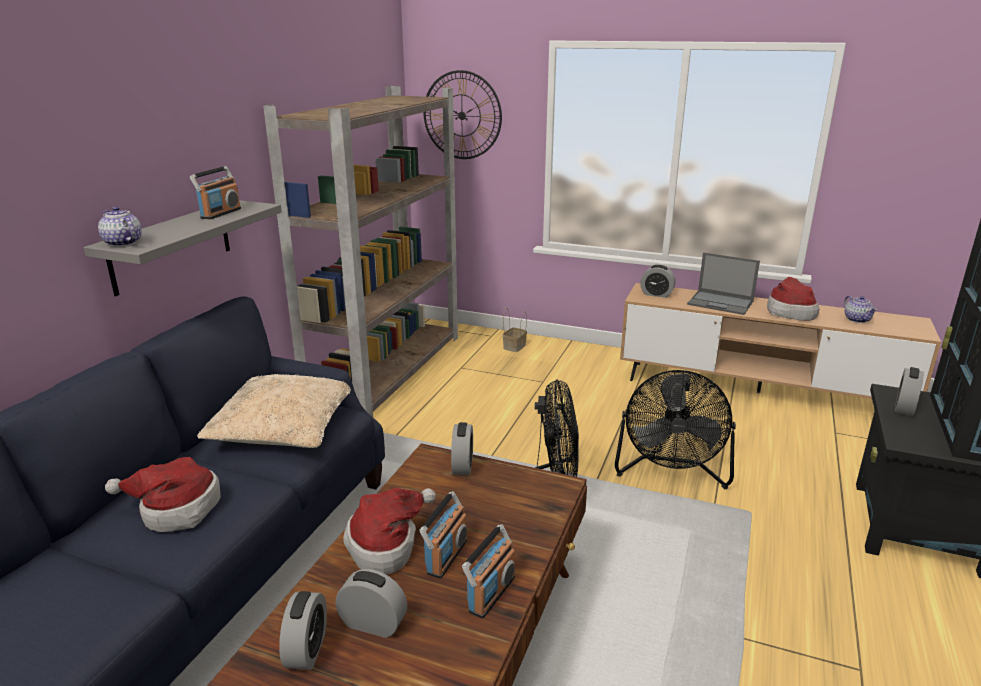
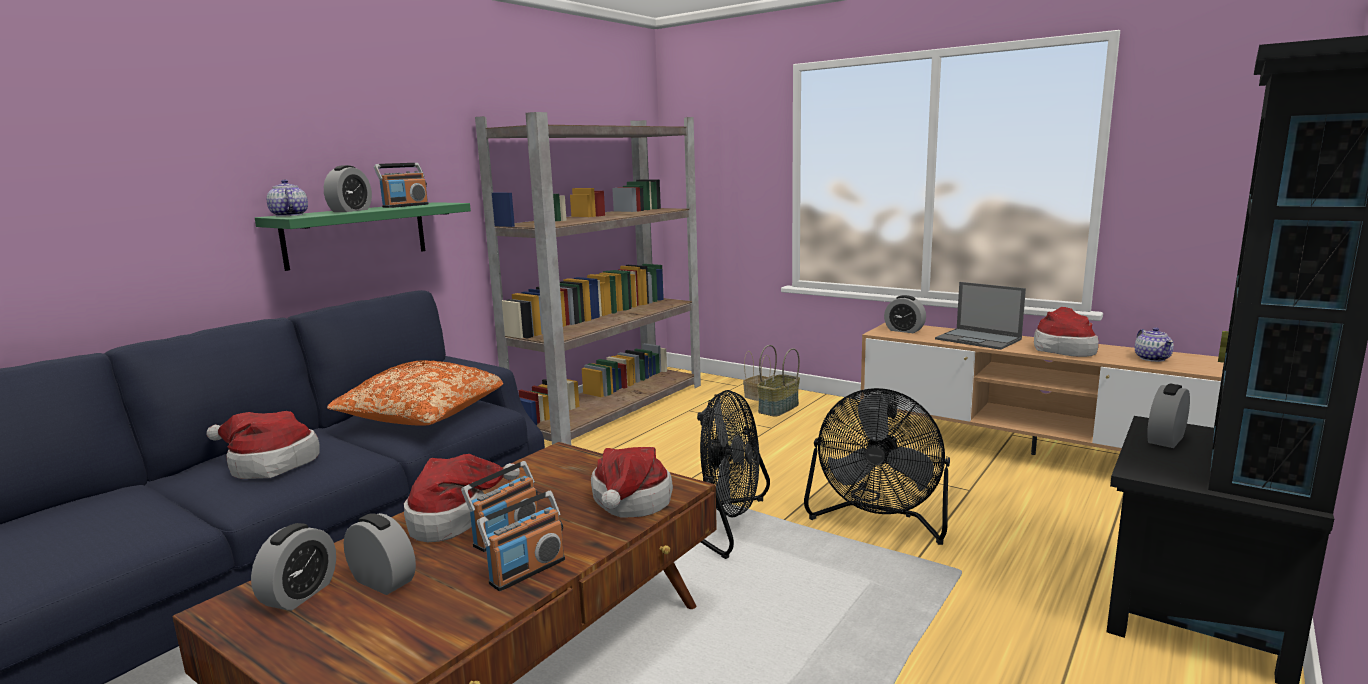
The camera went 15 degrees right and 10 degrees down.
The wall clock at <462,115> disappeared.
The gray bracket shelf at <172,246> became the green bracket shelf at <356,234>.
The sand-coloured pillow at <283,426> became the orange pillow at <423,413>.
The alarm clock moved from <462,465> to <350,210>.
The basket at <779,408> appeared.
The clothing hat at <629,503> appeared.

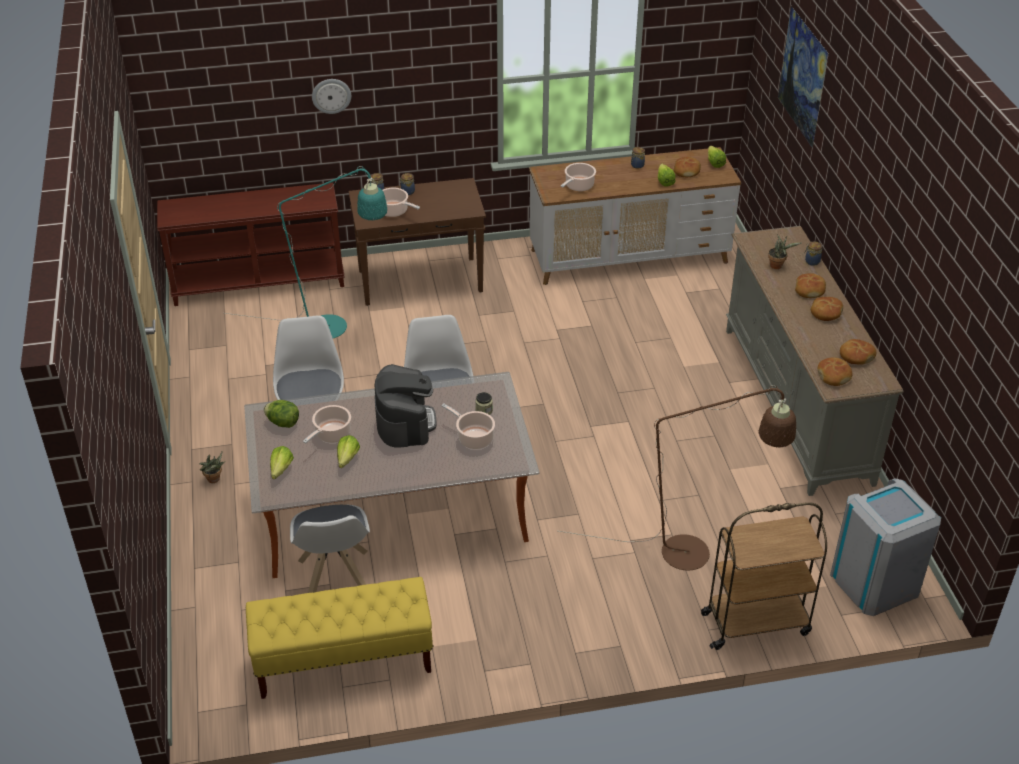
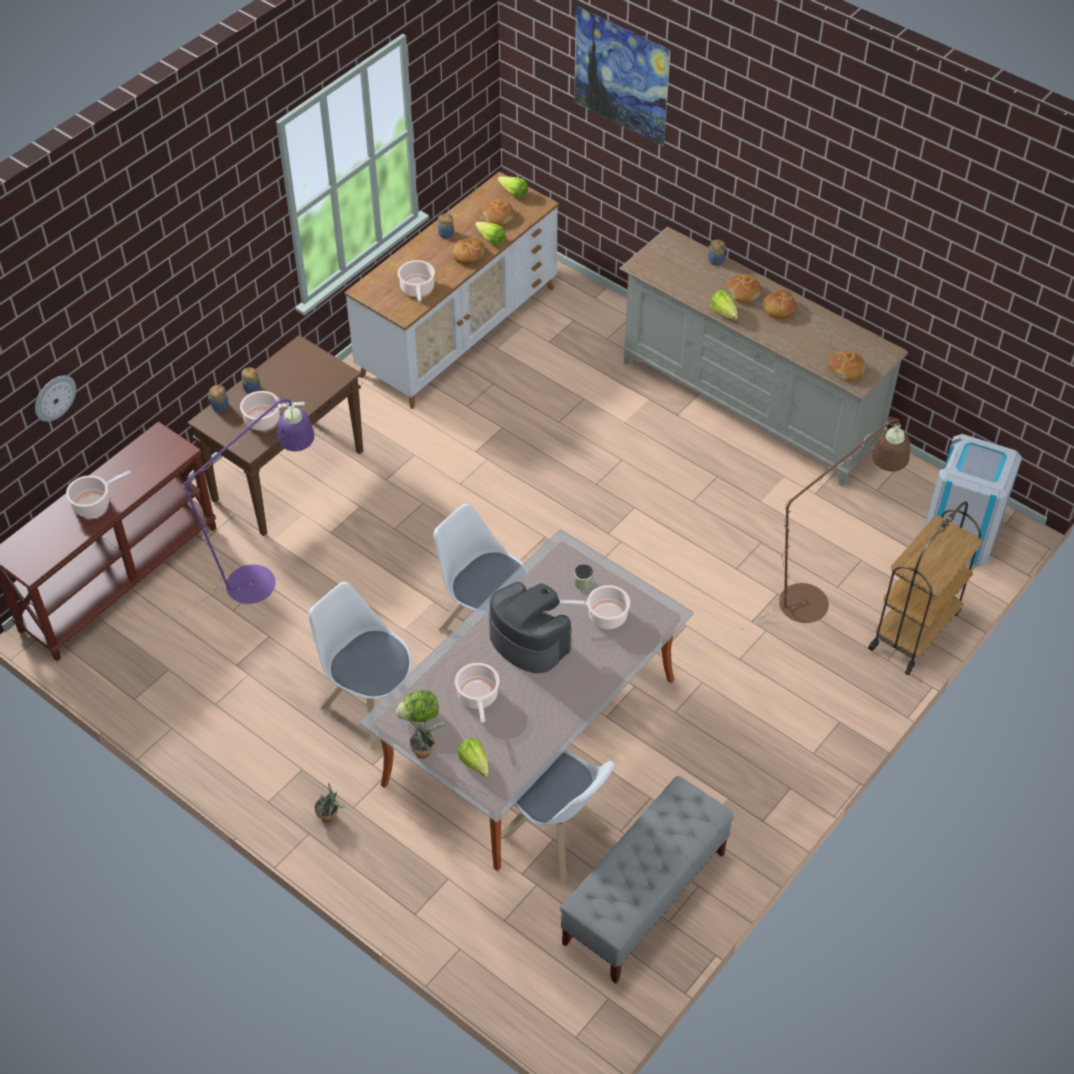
The camera went 40 degrees left and 10 degrees up.
The wall clock moved from <331,95> to <54,397>.
The turquoise standard lamp at <337,328> became the purplish standard lamp at <263,578>.
The plant in a pot moved from <777,265> to <424,751>.
The bread moved from <856,356> to <468,255>.
The head of lettuce moved from <346,461> to <725,315>.
The yellow-coloured long seat at <343,661> became the gray long seat at <644,899>.
The cooking pot at <94,504> appeared.

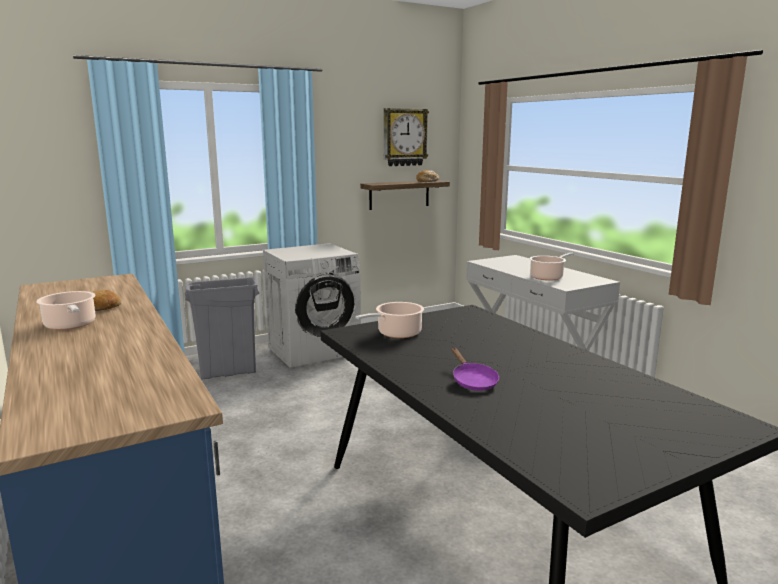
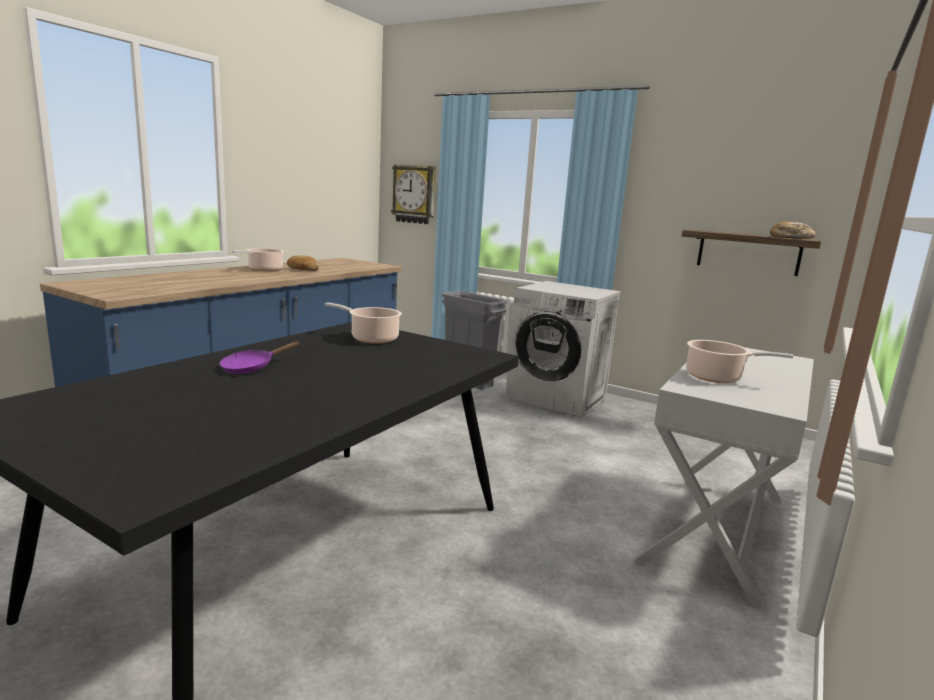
The camera went 60 degrees right and 0 degrees up.
The wall clock moved from <404,137> to <414,194>.

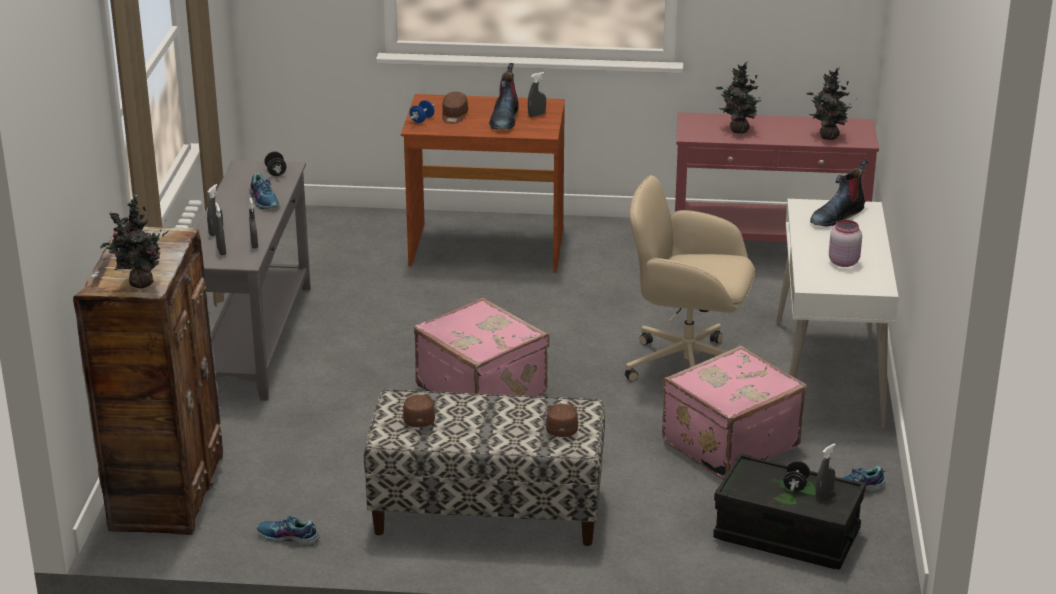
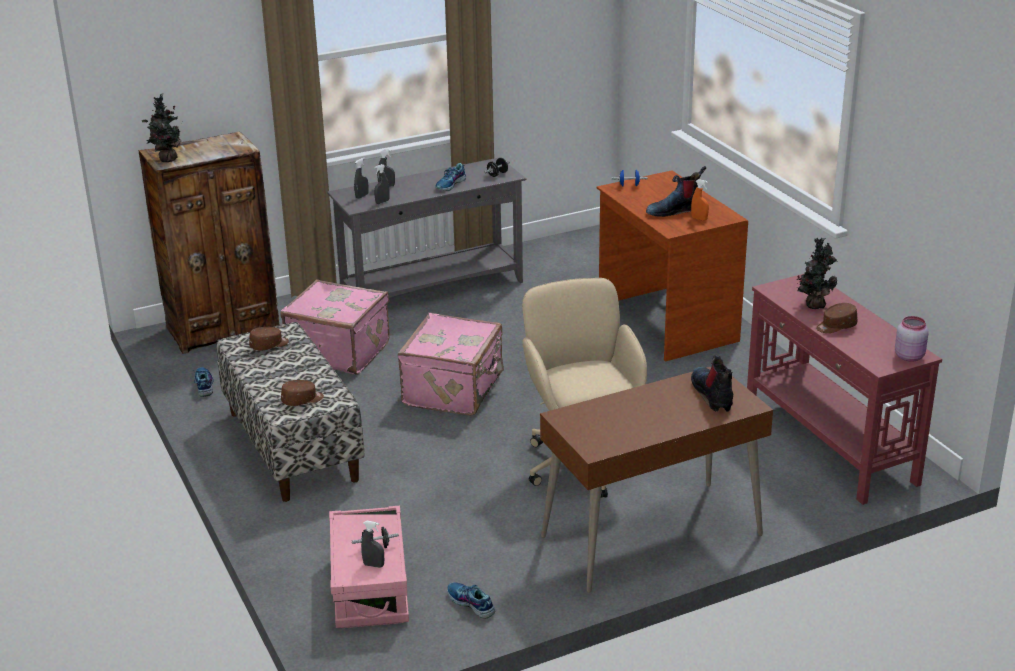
The camera went 60 degrees right and 0 degrees up.
The plant in a pot at <827,136> disappeared.
The gray spray bottle at <537,115> became the orange spray bottle at <699,219>.
The brown peaked cap moved from <454,116> to <836,326>.
The boot at <837,215> turned 60 degrees clockwise.
The whitish desk at <829,373> became the brown desk at <652,537>.
The pink storage jar moved from <843,262> to <909,356>.
The pink travel case moved from <728,443> to <339,351>.
The black-coloured storage bin at <786,535> became the pink storage bin at <370,588>.

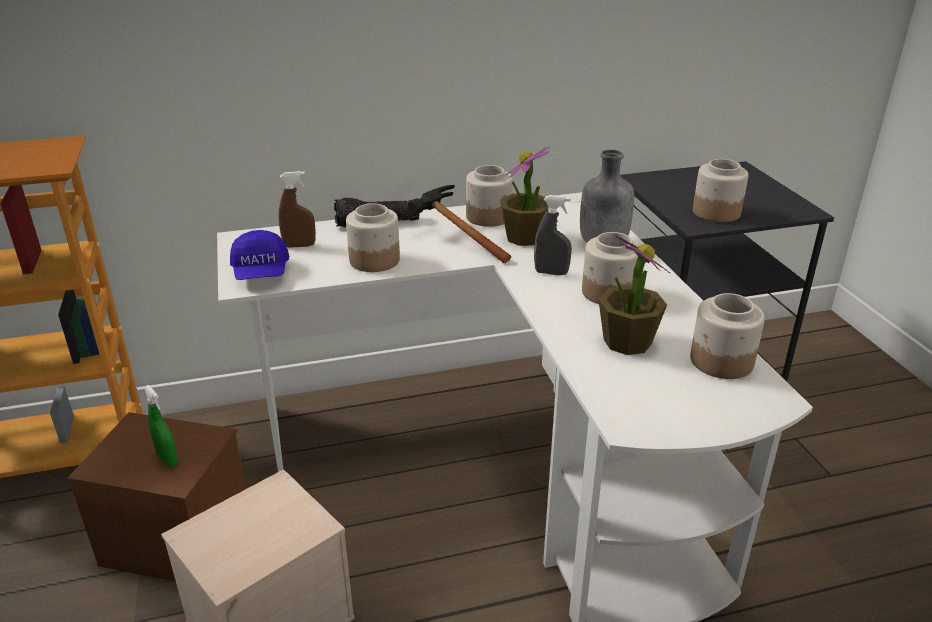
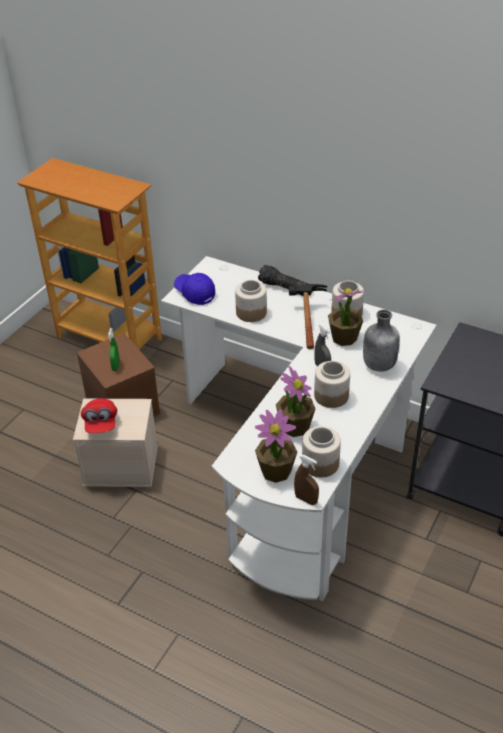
The camera went 45 degrees right and 10 degrees up.
The storage jar at <715,212> disappeared.
The brown spray bottle moved from <299,245> to <306,499>.
The blue peaked cap at <261,273> turned 105 degrees clockwise.
The red peaked cap at <101,423> appeared.
The plant in a pot at <276,471> appeared.

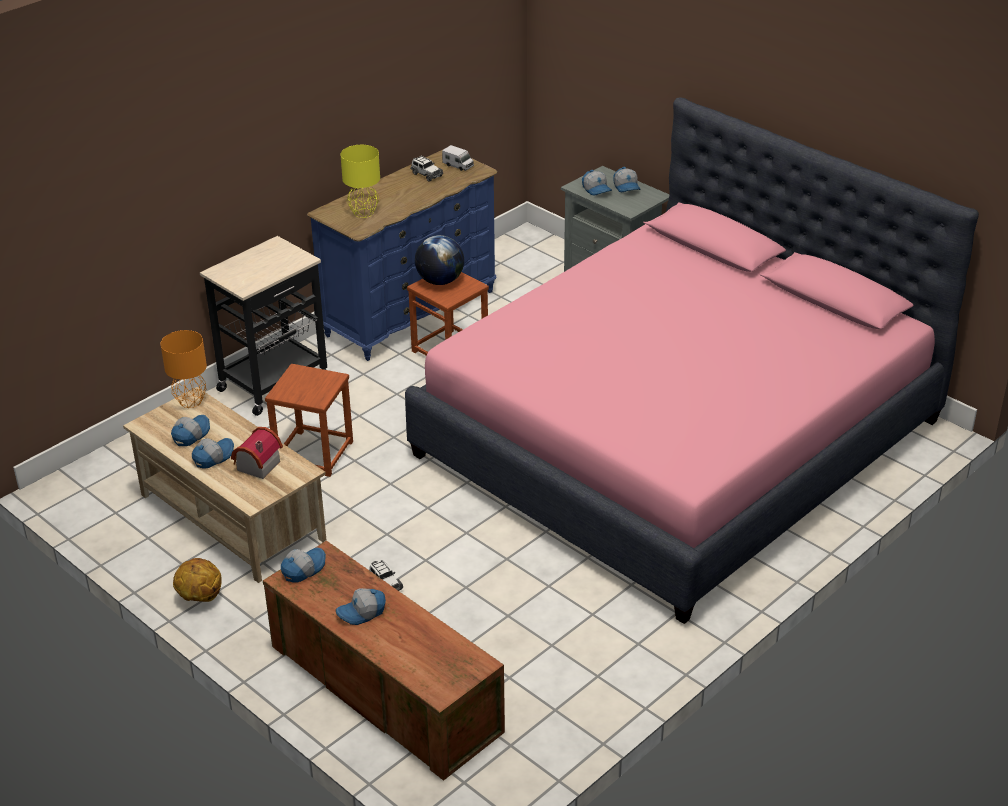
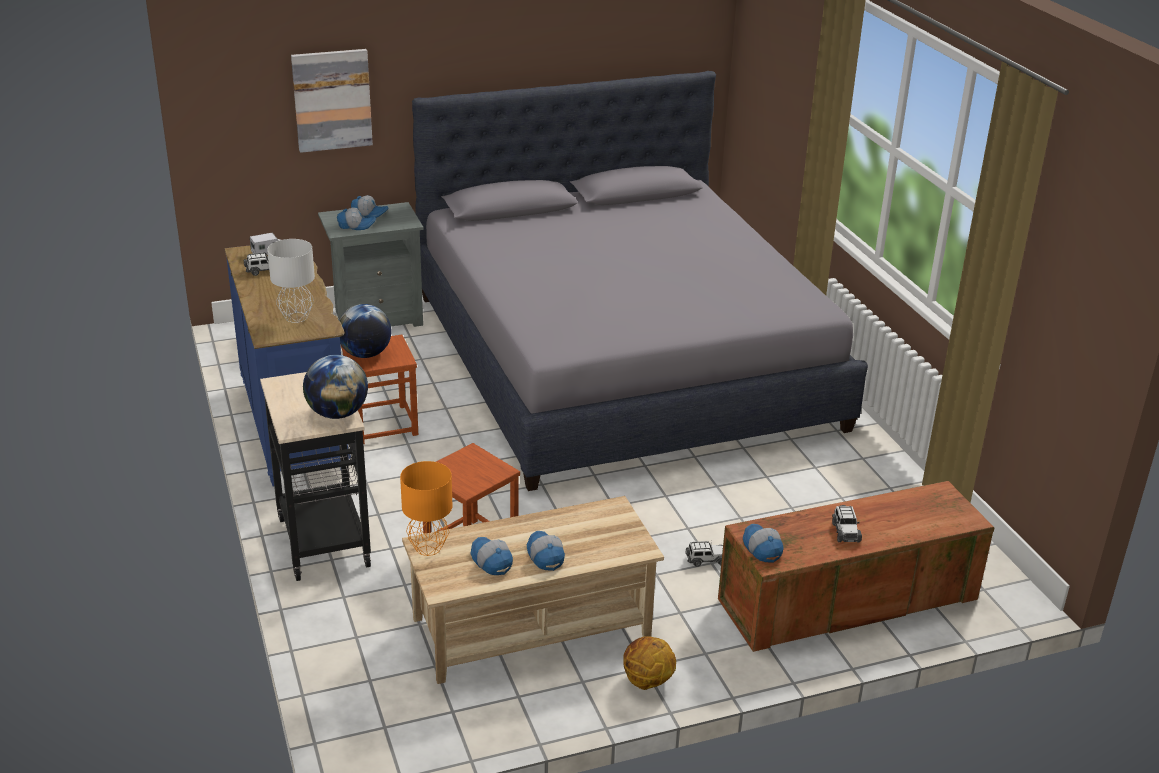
The camera went 65 degrees left and 5 degrees down.
The pink bedroom bed at <678,437> became the gray bedroom bed at <621,360>.
The yellow-coloured tabletop lamp at <364,213> became the gray tabletop lamp at <297,317>.
The miniature house at <255,466> disappeared.
The peaked cap at <362,613> was replaced by the model car at <845,532>.
The picture at <332,100> appeared.
The world globe at <337,413> appeared.

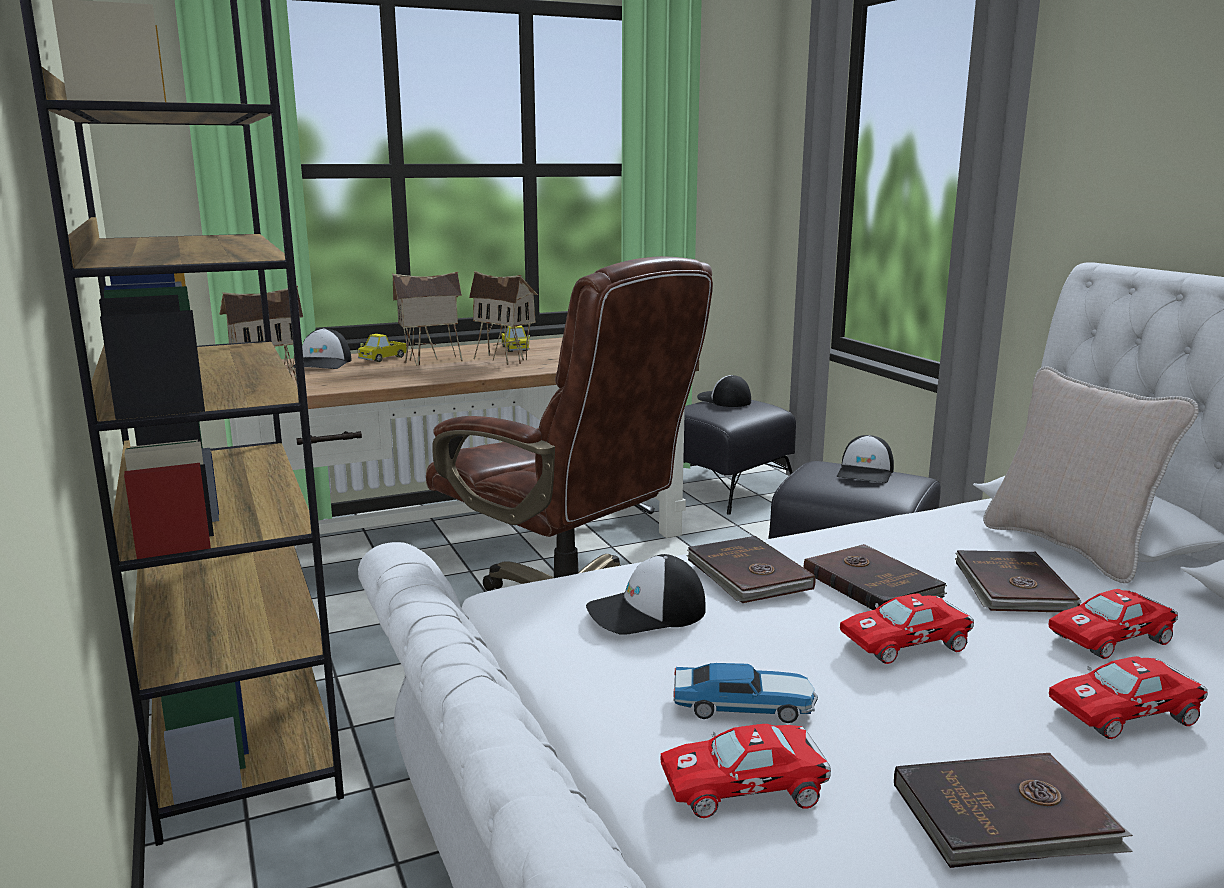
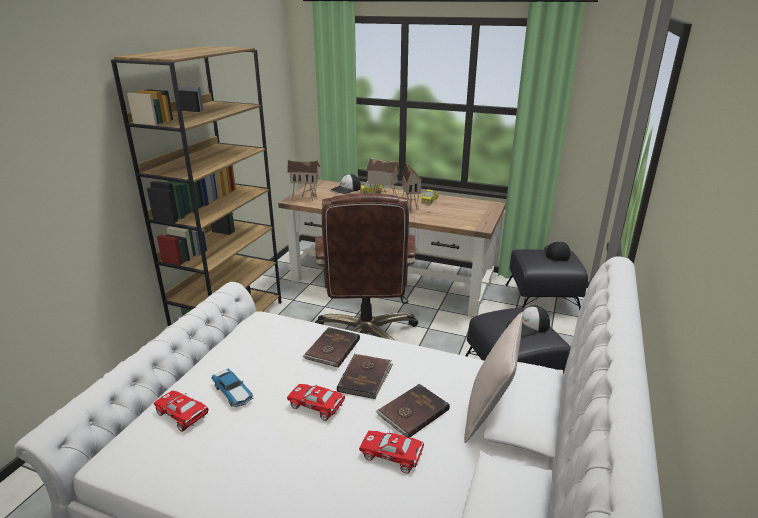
The camera went 45 degrees right and 10 degrees up.
The peaked cap at <646,612> disappeared.
The red model car at <1127,712> disappeared.
The brown book at <1006,818> disappeared.

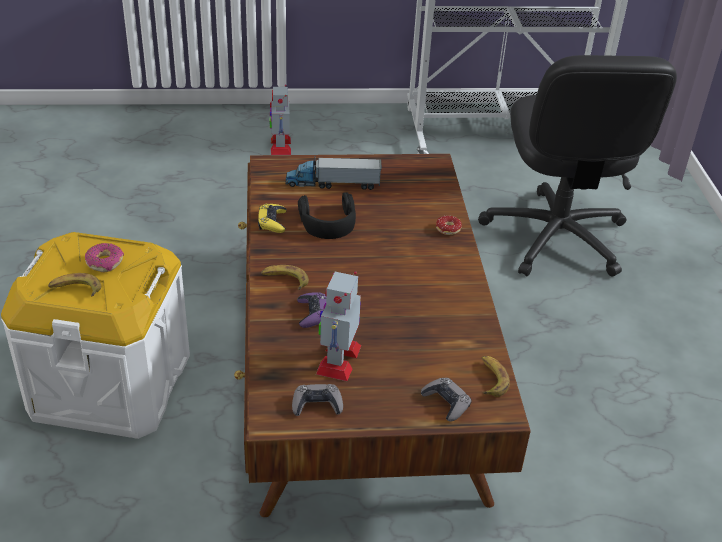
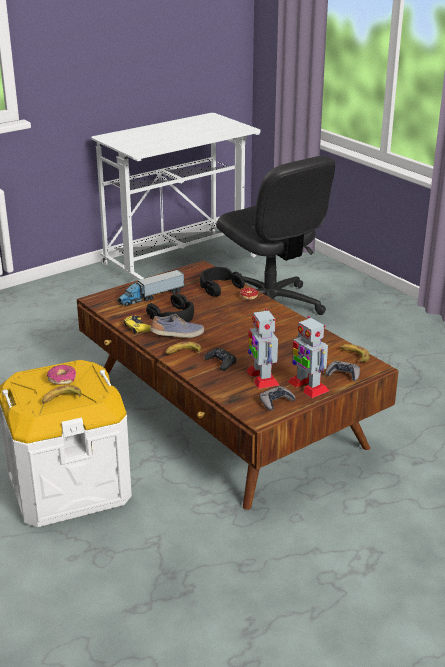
The camera went 30 degrees left and 10 degrees down.
The toy robot moved from <280,146> to <307,386>.
The purplish gamepad at <313,313> became the black-coloured gamepad at <220,362>.
The black-coloured headphones at <219,287> appeared.
The low shoe at <177,335> appeared.

